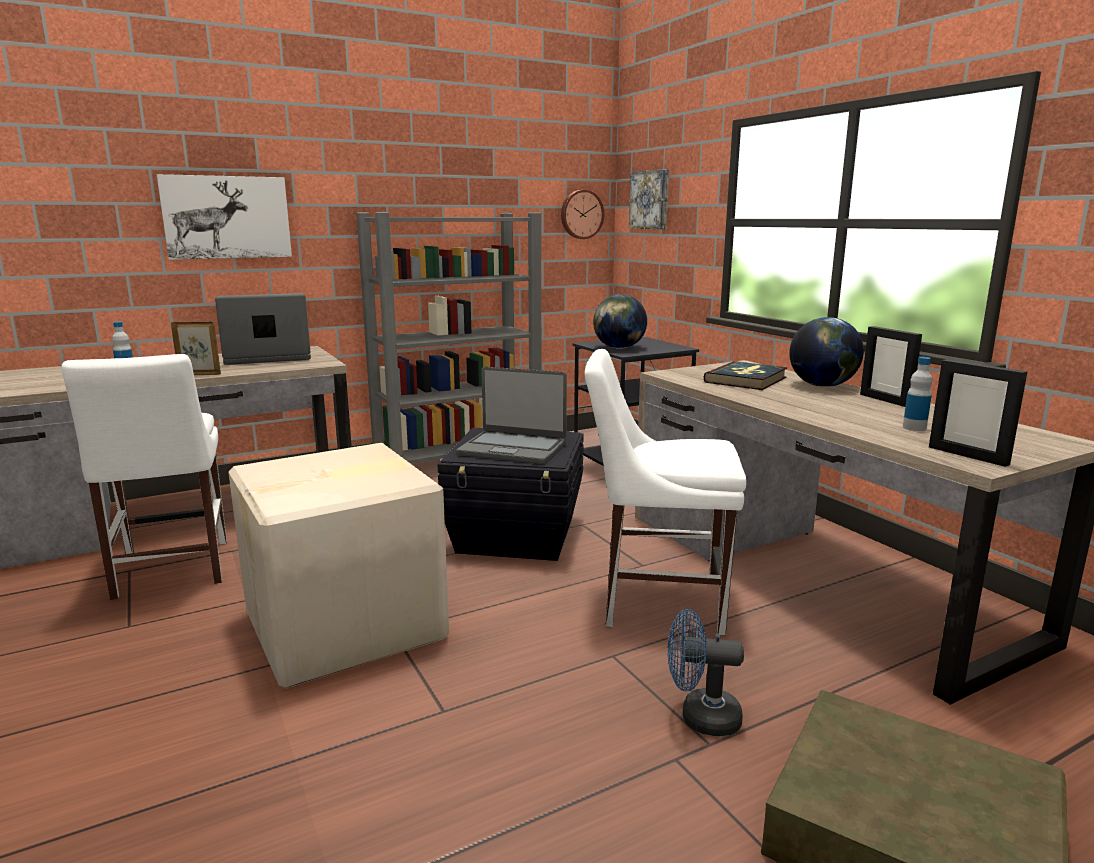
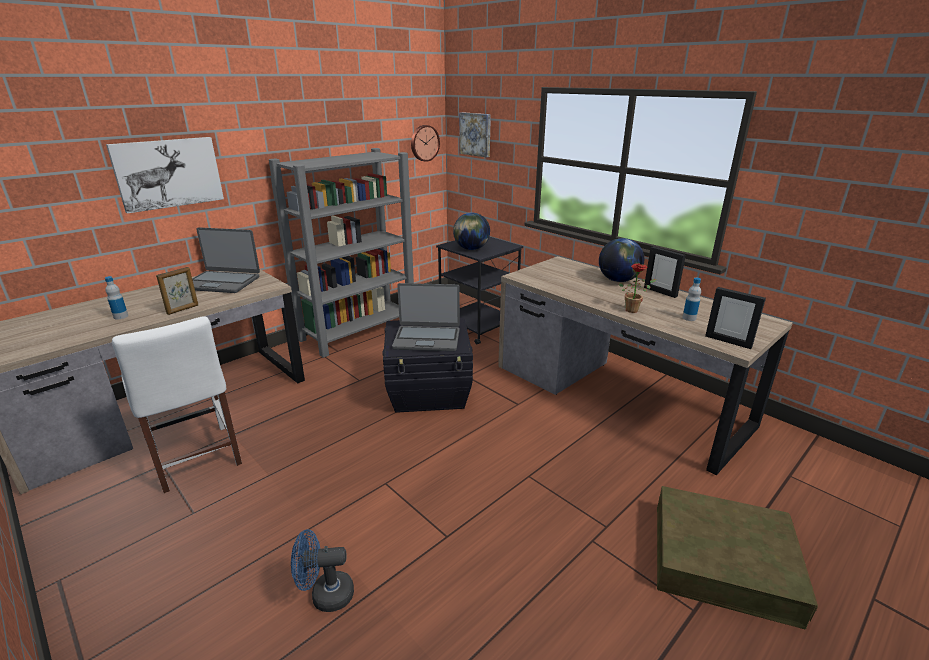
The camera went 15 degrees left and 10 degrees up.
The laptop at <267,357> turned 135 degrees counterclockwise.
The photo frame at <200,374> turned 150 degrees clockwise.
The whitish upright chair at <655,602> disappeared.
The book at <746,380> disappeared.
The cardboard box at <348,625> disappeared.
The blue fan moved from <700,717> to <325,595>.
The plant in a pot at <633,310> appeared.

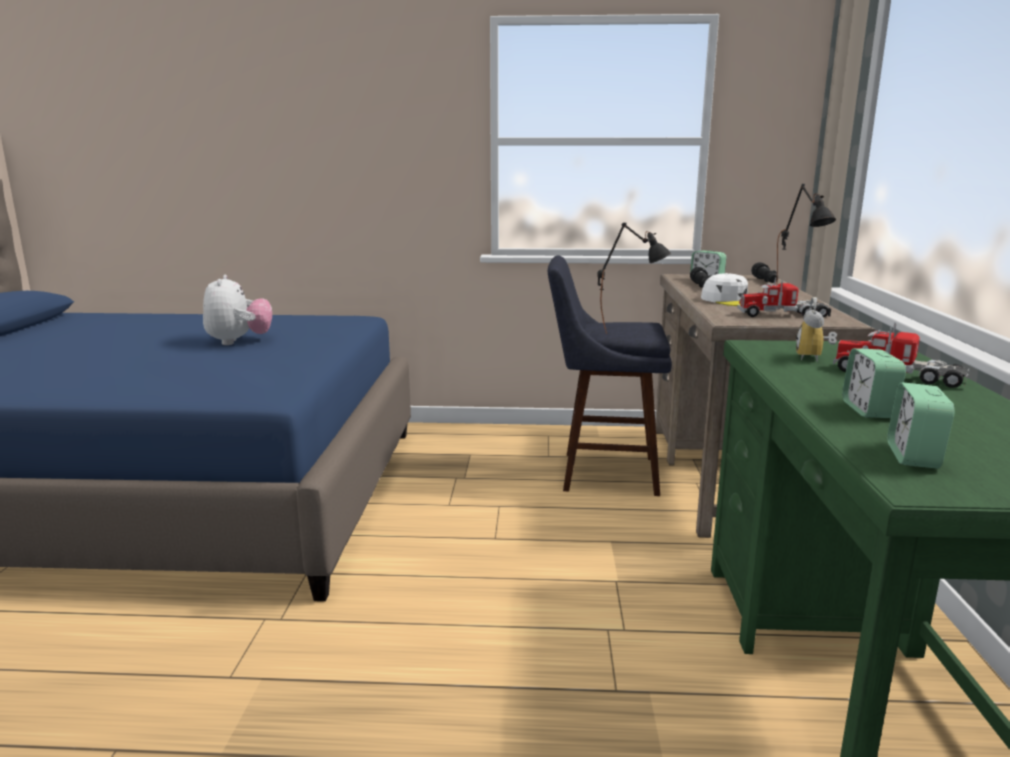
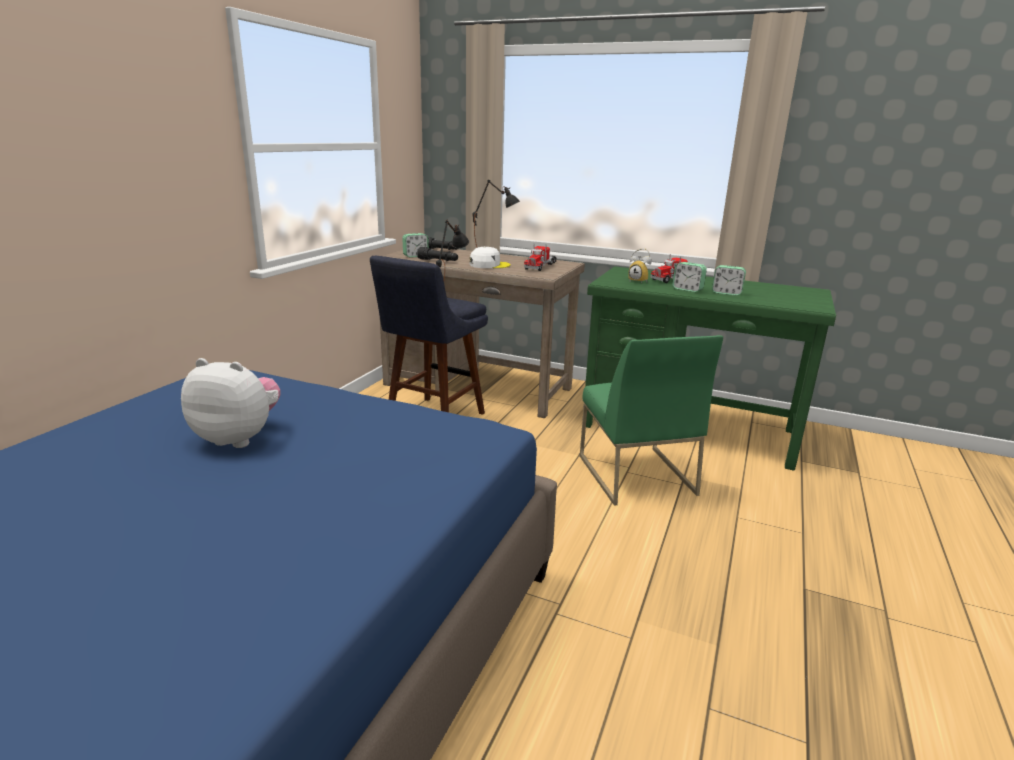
The camera went 70 degrees left and 5 degrees up.
The alarm clock moved from <913,456> to <687,289>.
The green upright chair at <634,474> appeared.

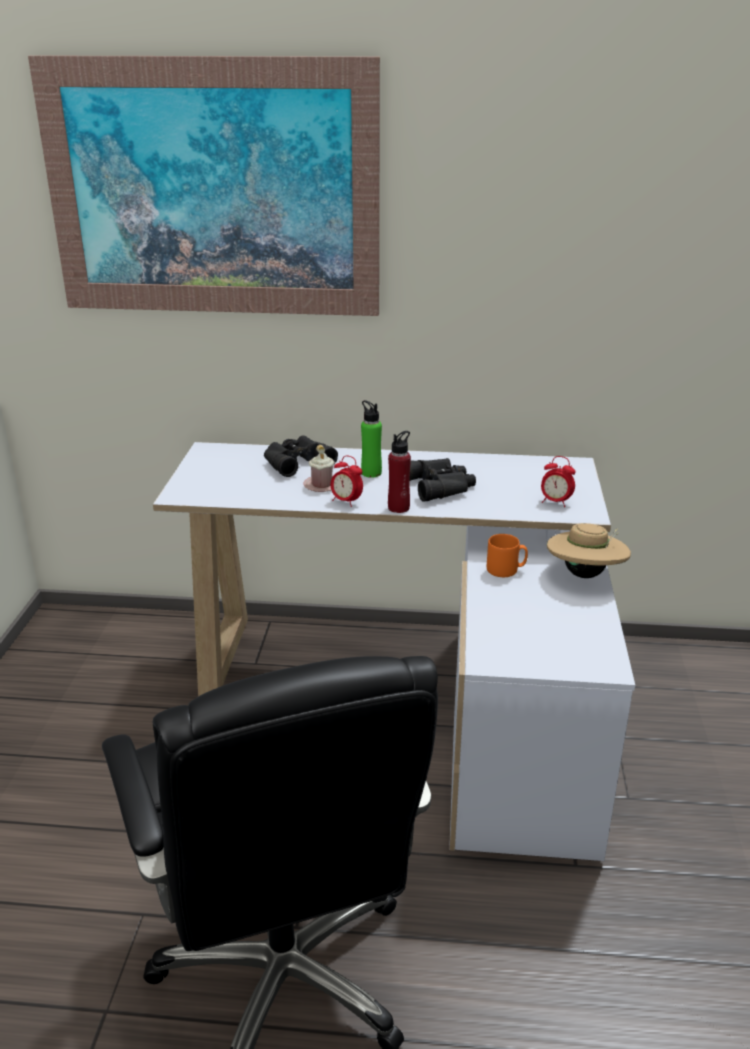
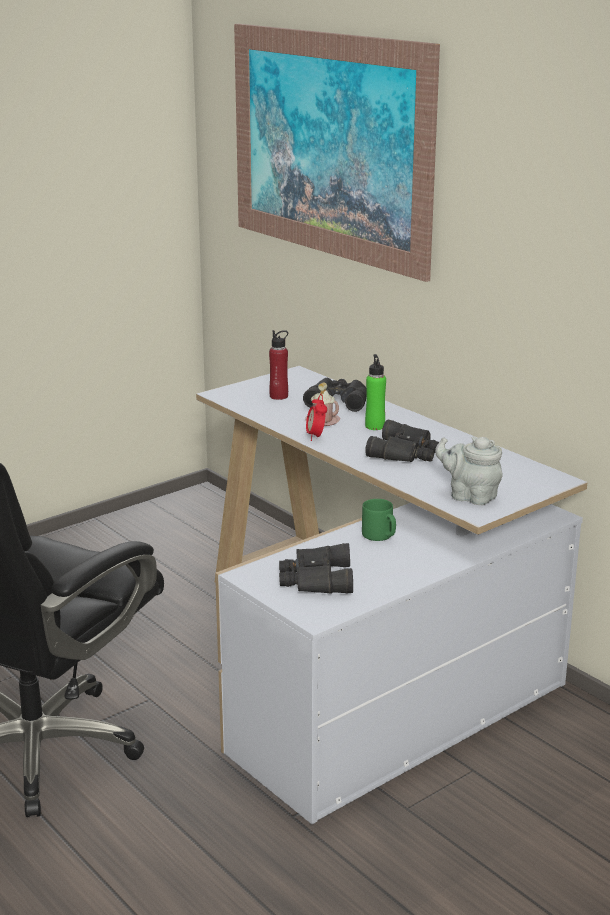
The camera went 45 degrees right and 5 degrees down.
The red beverage bottle moved from <399,507> to <279,396>.
The alarm clock at <555,502> was replaced by the gray teapot at <470,496>.
The sand-coloured clothing hat at <585,575> disappeared.
The orange tea mug at <506,570> became the green tea mug at <380,536>.
The black-coloured binoculars at <315,579> appeared.

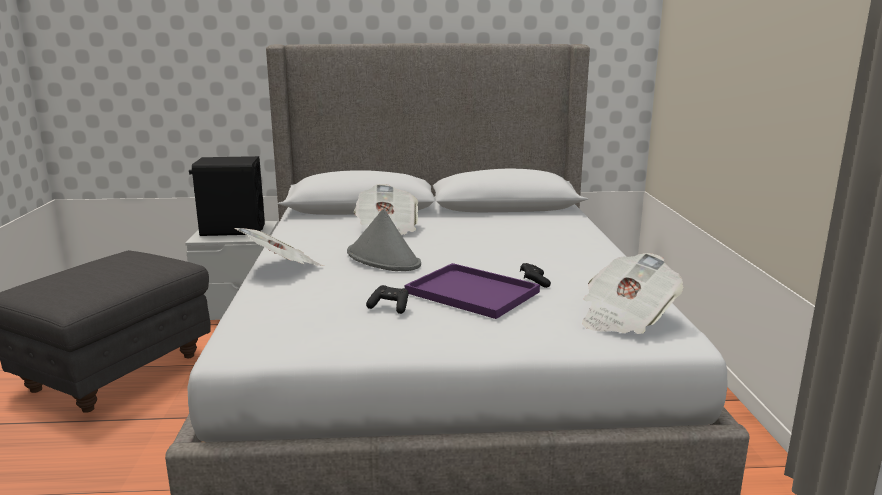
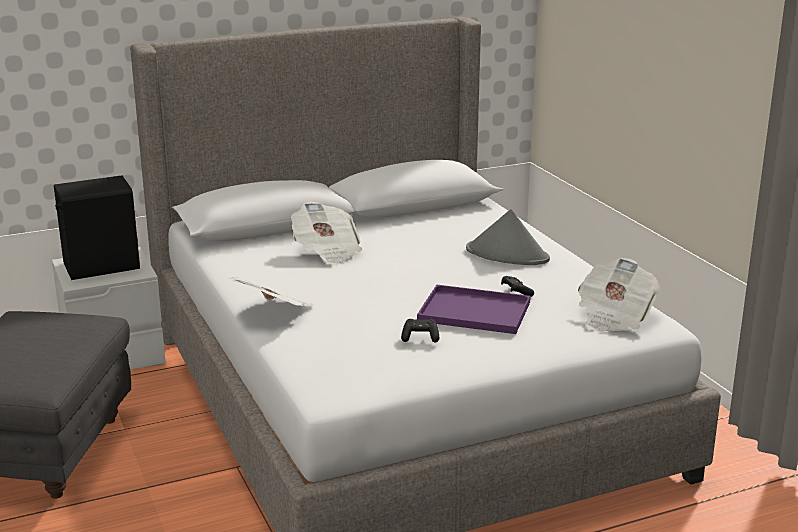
The camera went 20 degrees left and 5 degrees up.
The gray clothing hat moved from <383,259> to <507,254>.

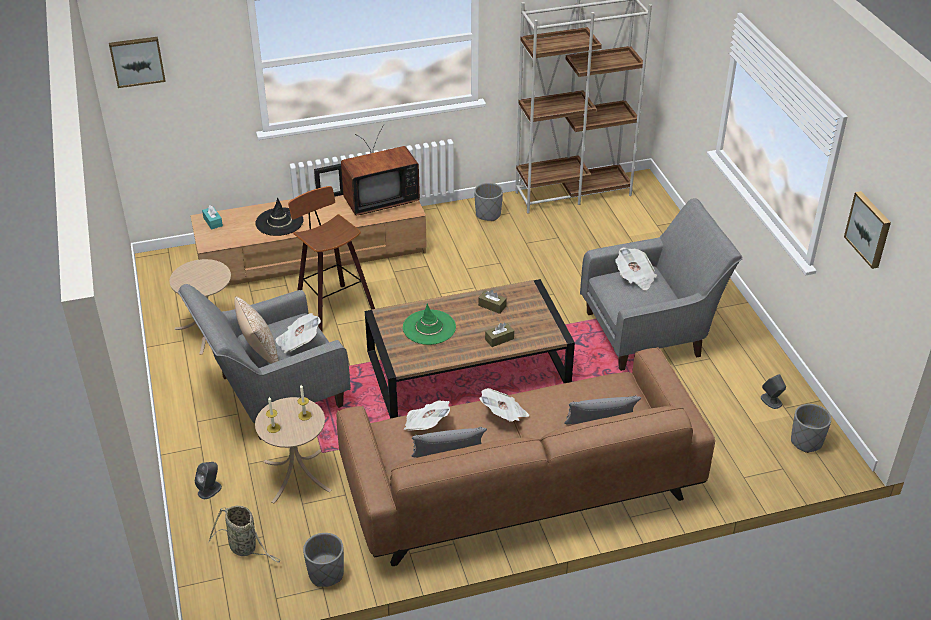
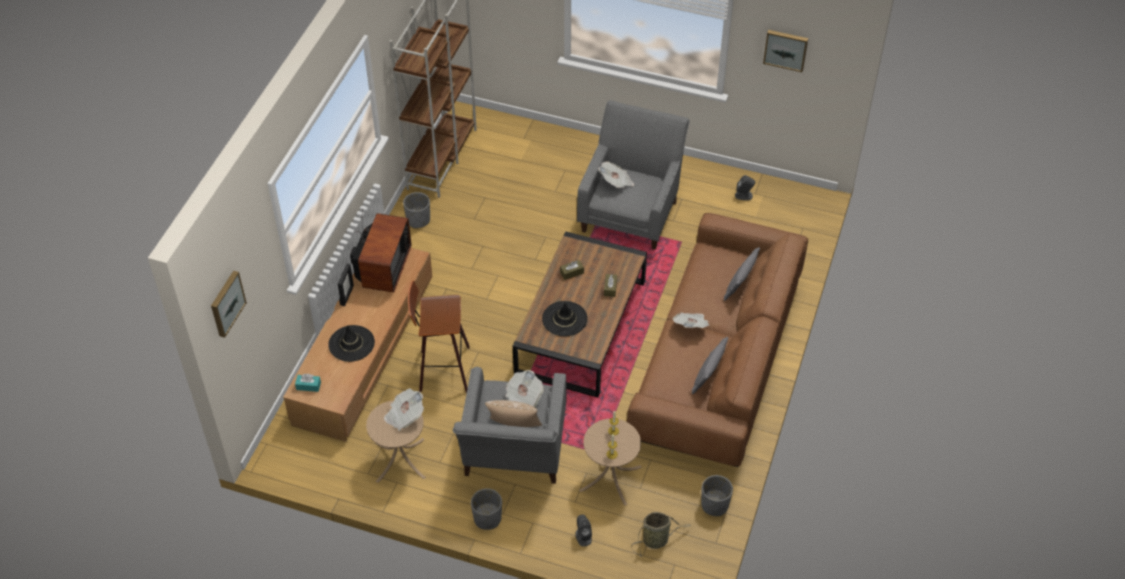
The camera went 55 degrees left and 10 degrees up.
The green clothing hat at <429,327> became the black-coloured clothing hat at <564,319>.
The printed paper moved from <426,424> to <404,416>.
The gray planter moved from <806,442> to <487,518>.

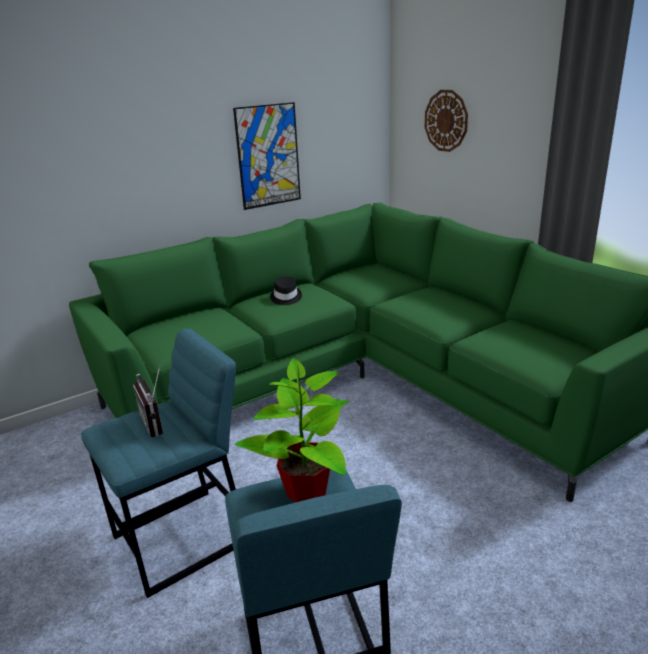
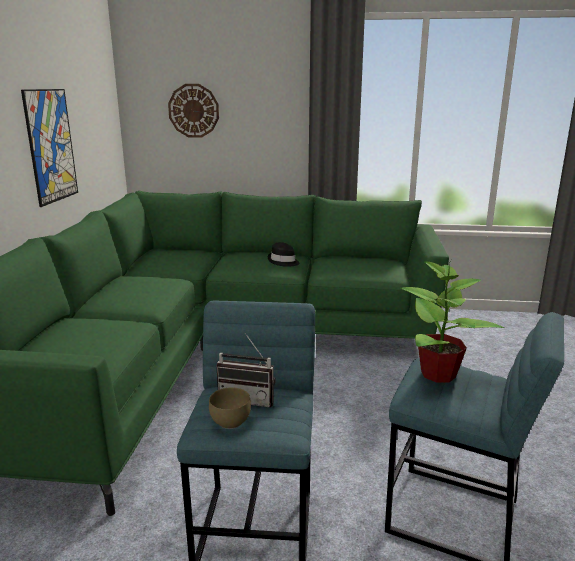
The camera went 50 degrees left and 5 degrees down.
The black-coloured clothing hat moved from <285,298> to <283,261>.
The brown serving bowl at <231,423> appeared.

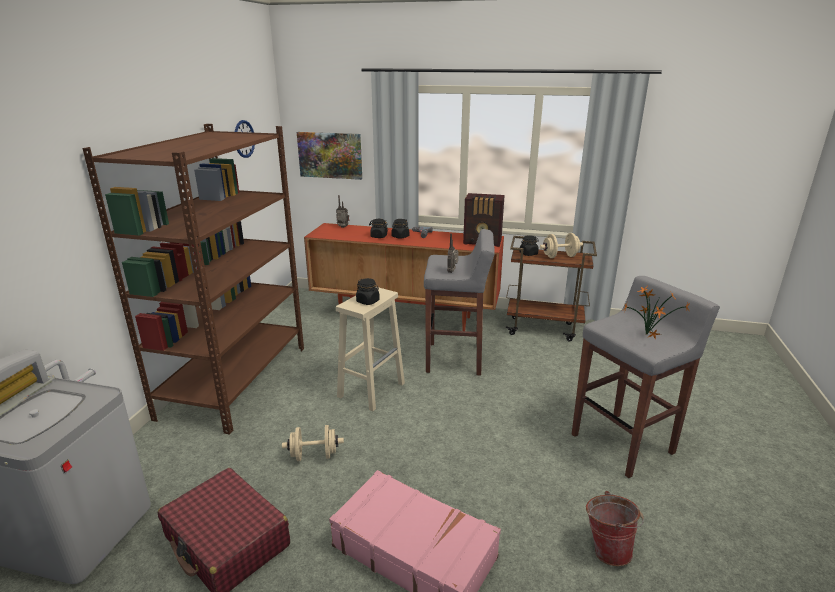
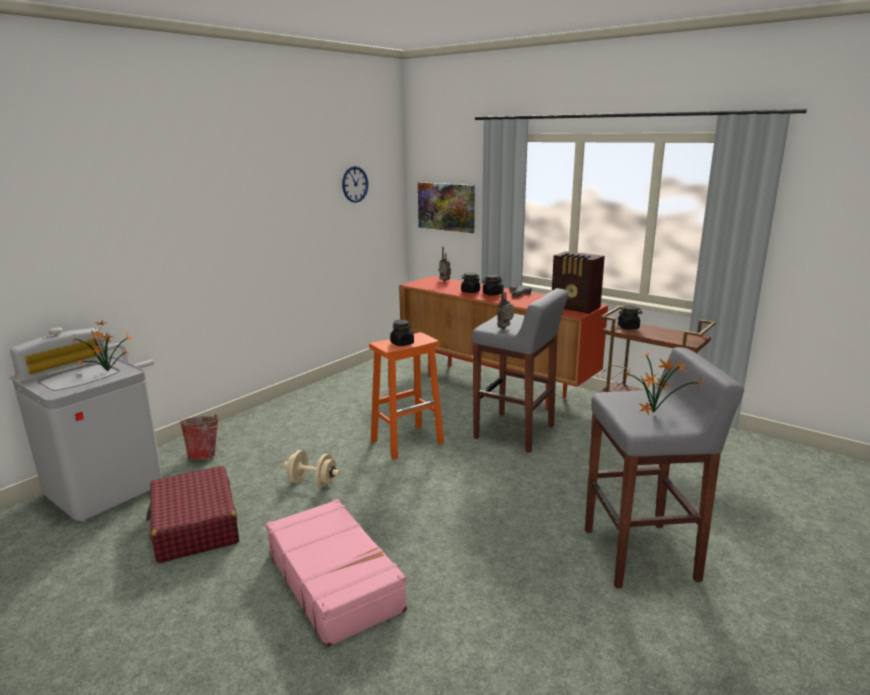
The camera went 25 degrees right and 5 degrees down.
The brown bookshelf at <236,380> disappeared.
The sand-coloured free weight at <560,256> disappeared.
The sand-coloured stool at <372,389> became the orange stool at <408,441>.
The bucket moved from <607,548> to <205,455>.
The plant in a pot at <109,371> appeared.

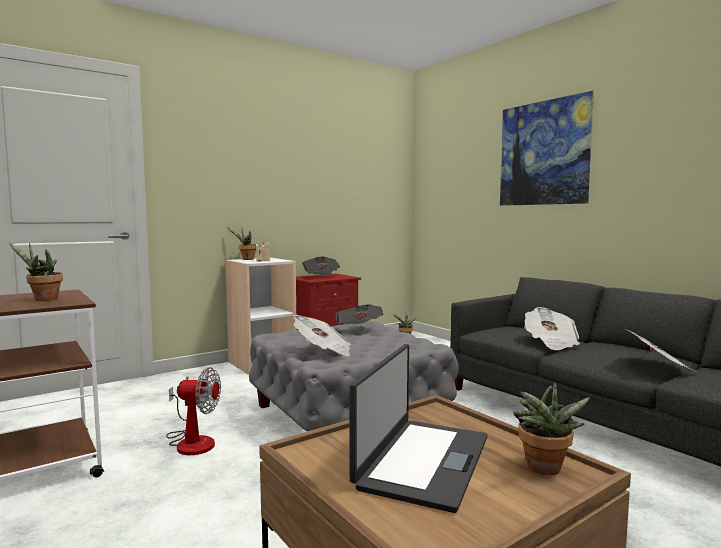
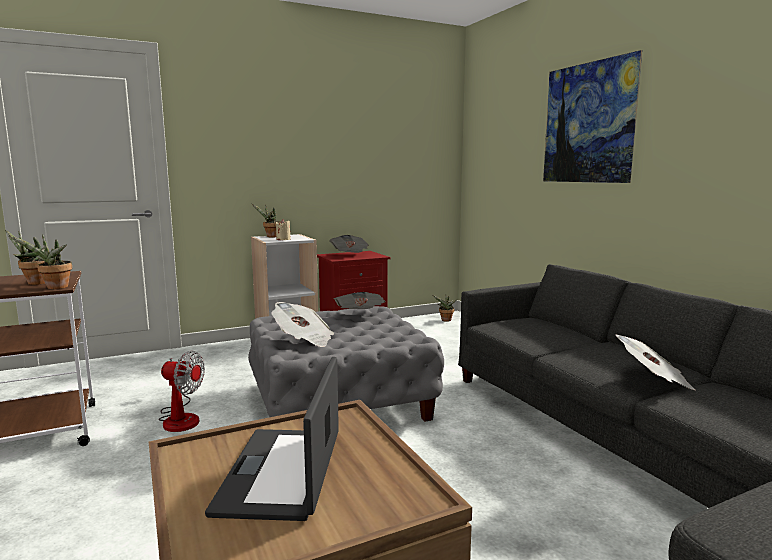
The camera went 10 degrees right and 5 degrees up.
The printed paper at <550,343> disappeared.
The laptop at <422,461> turned 150 degrees clockwise.
The plant in a pot moved from <544,470> to <54,288>.

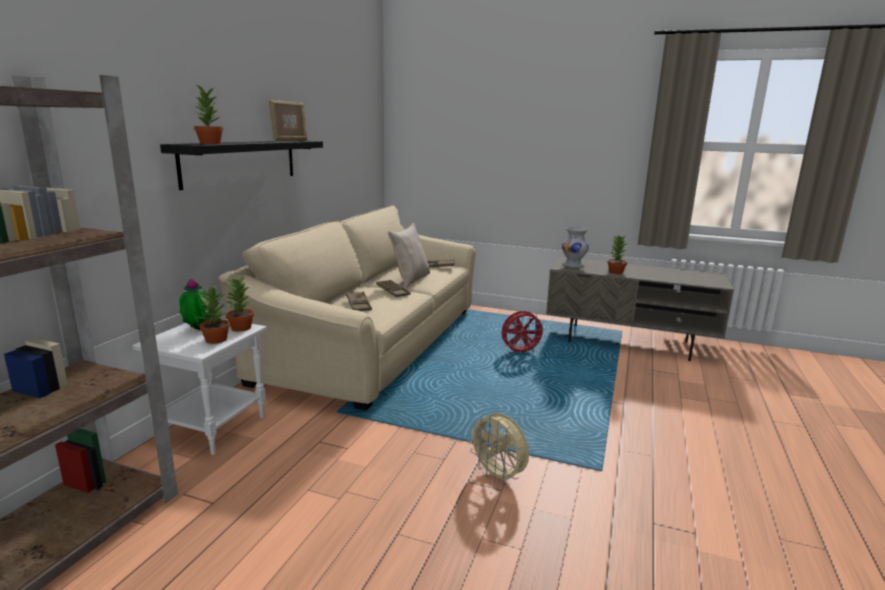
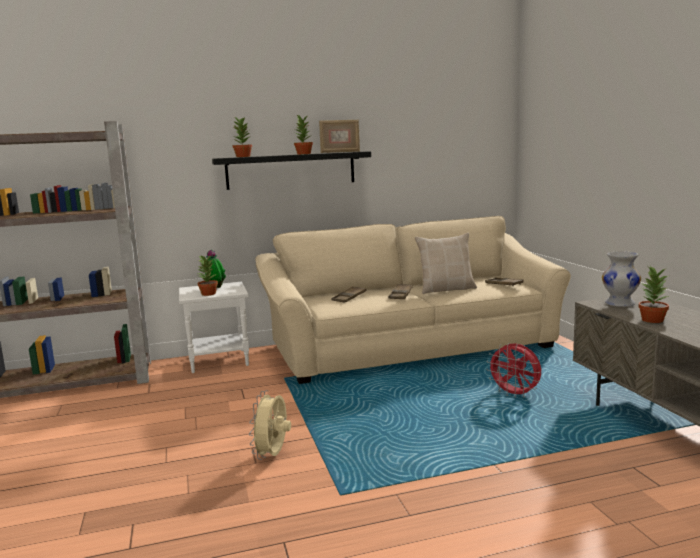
The camera went 55 degrees right and 5 degrees down.
The plant in a pot moved from <240,328> to <303,154>.

